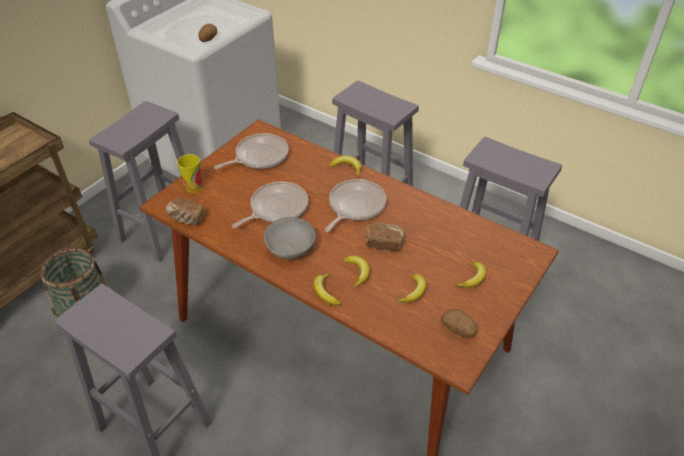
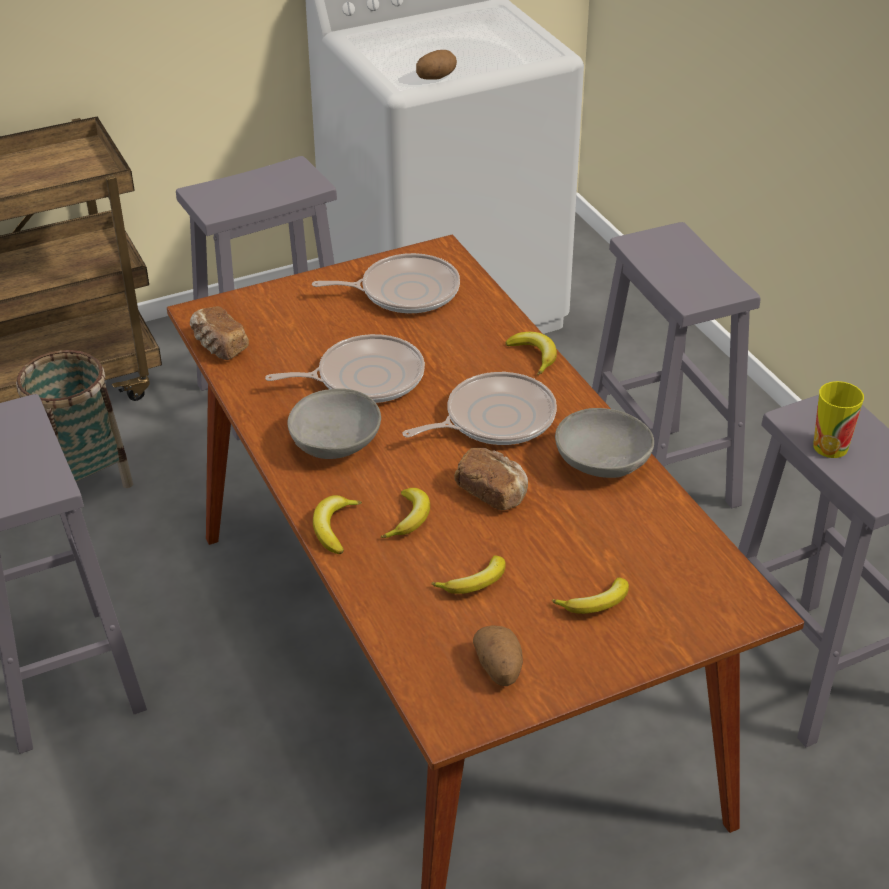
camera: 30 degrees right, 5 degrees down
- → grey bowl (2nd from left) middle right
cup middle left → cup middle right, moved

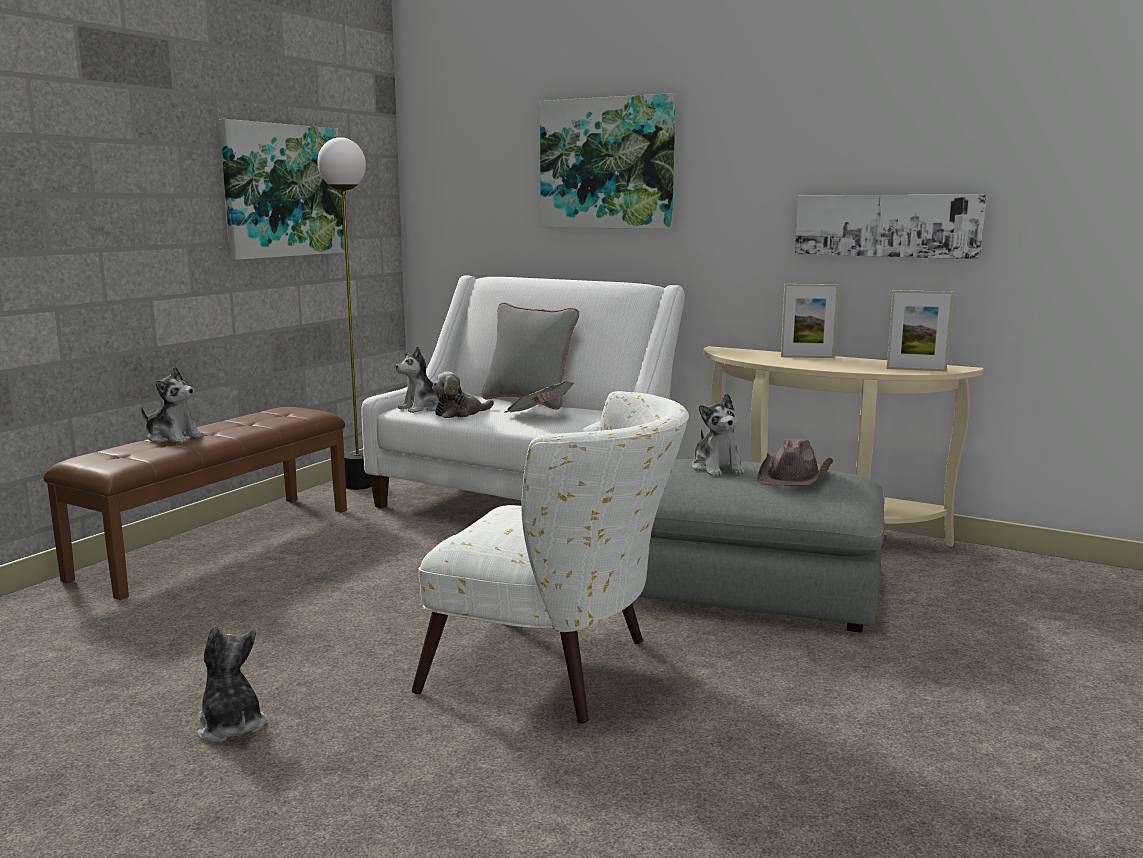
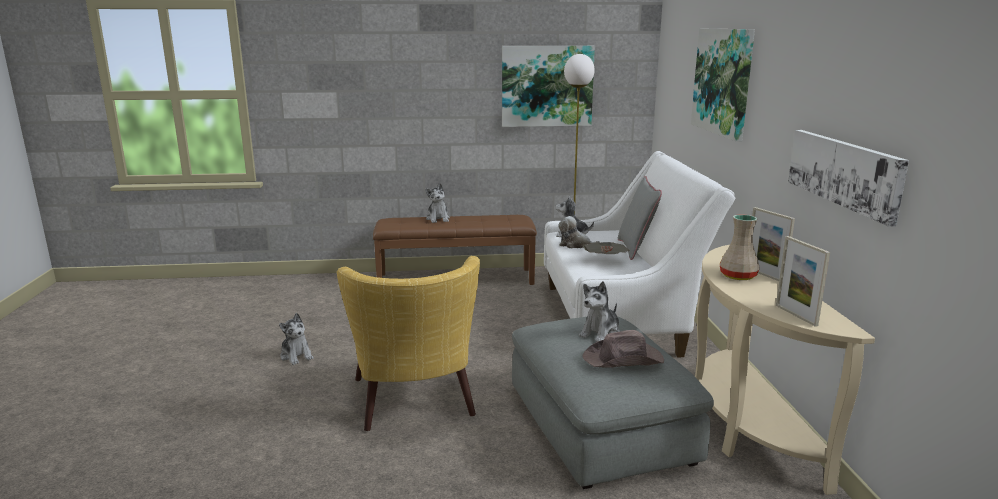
camera: 55 degrees right, 5 degrees up
plush toy (2nd from left in the first image) bottom left → plush toy (1st from left) bottom left, 120 degrees clockwise
white armchair centre → yellow armchair bottom centre
- → beige vase middle right

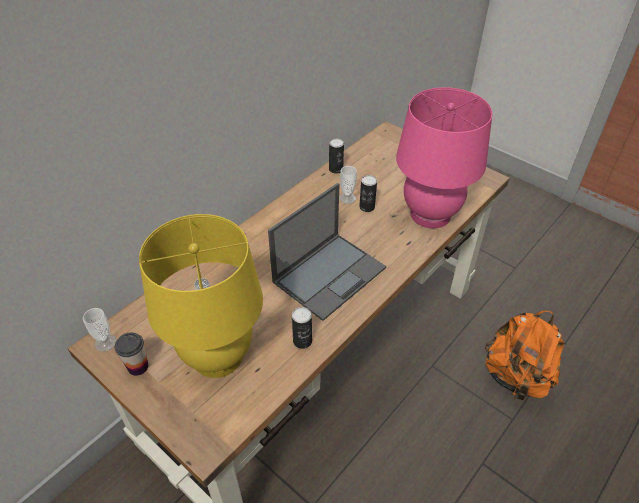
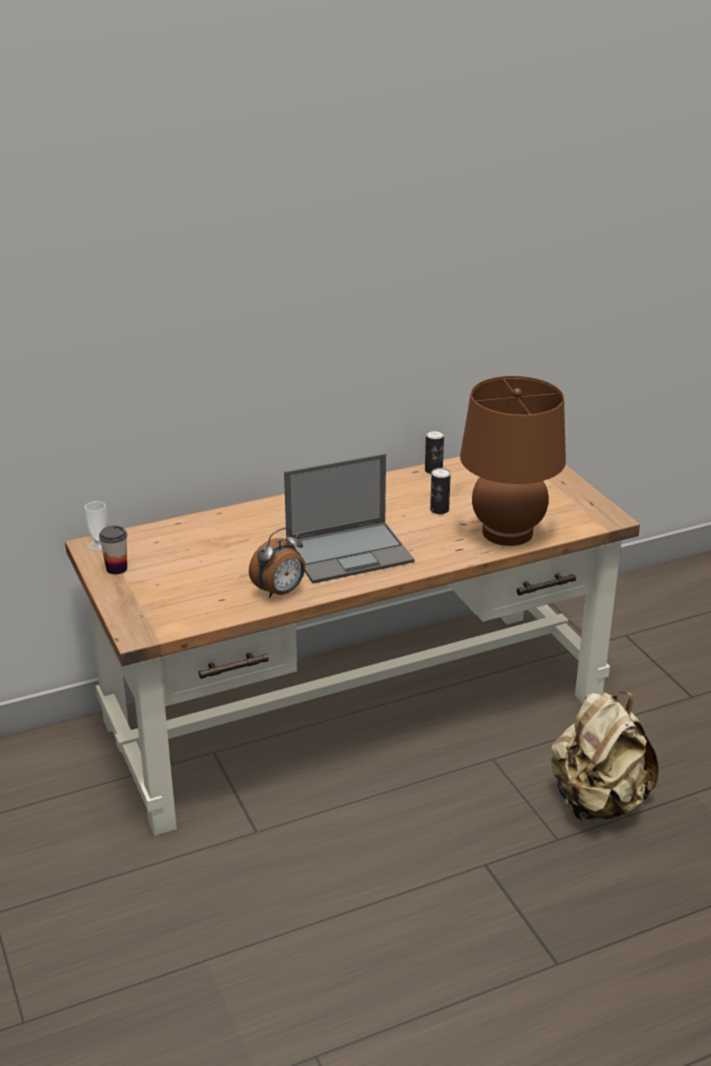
camera: 25 degrees right, 15 degrees down
can (1st from left) centre → alarm clock centre
pink table lamp top right → brown table lamp middle right
orange backpack bottom right → beige backpack bottom right
yellow table lamp middle left → -
cup (3rd from left) centre → -

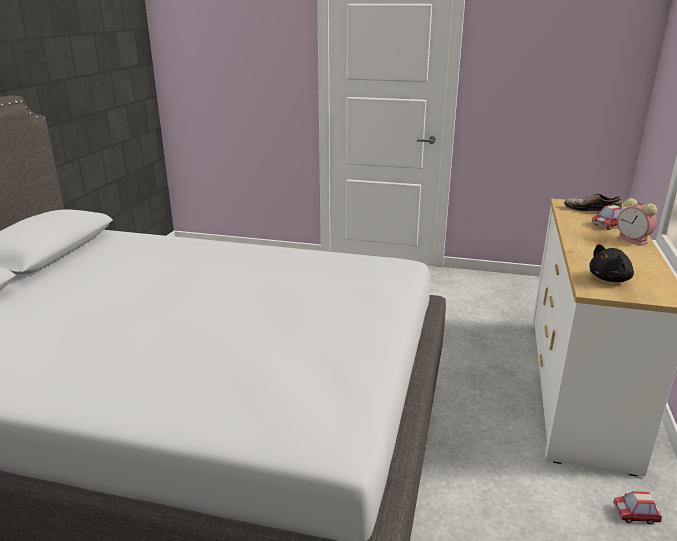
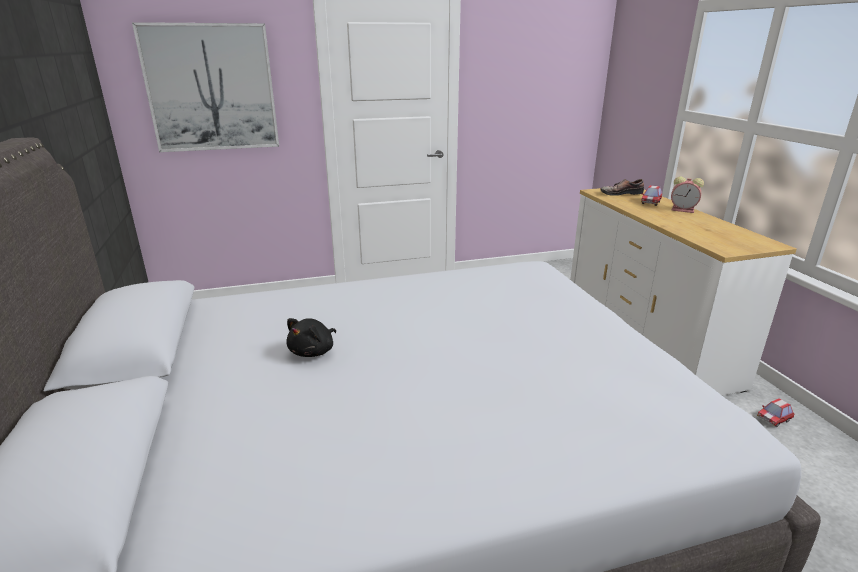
camera: 30 degrees left, 0 degrees up
- → picture top left
black plush toy middle right → black plush toy centre, moved

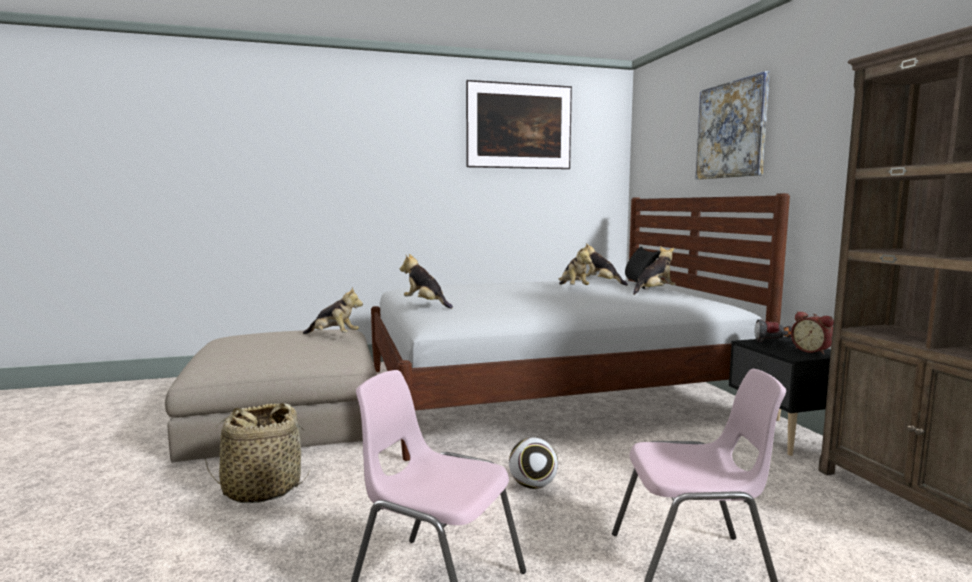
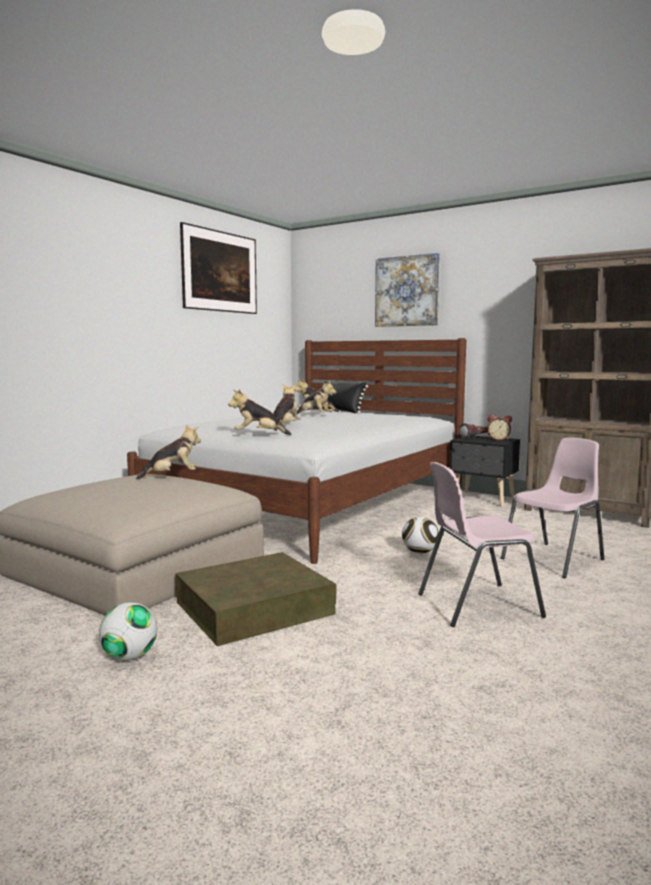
camera: 40 degrees left, 0 degrees up
- → football (1st from left) bottom left
basket bottom left → brown storage box bottom centre
plush toy (5th from left in the first image) middle right → plush toy (3rd from left) centre, moved

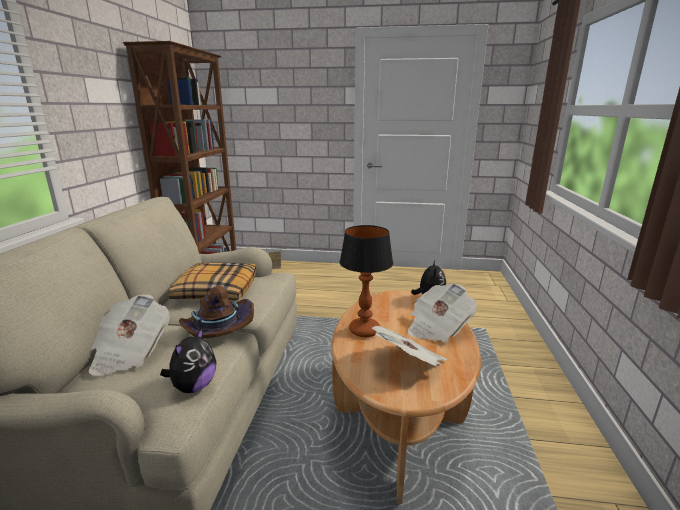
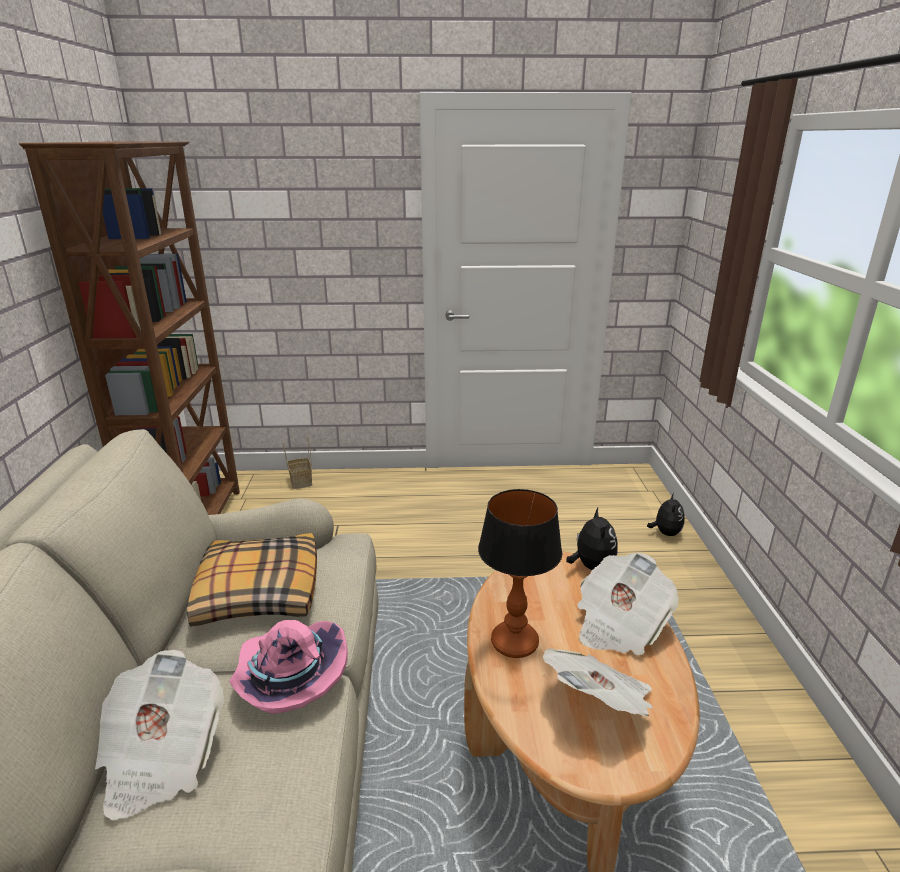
camera: 10 degrees left, 5 degrees up
brown hat middle left → pink hat bottom left
plush toy (1st from left in the first image) bottom left → plush toy (2nd from left) middle right, moved

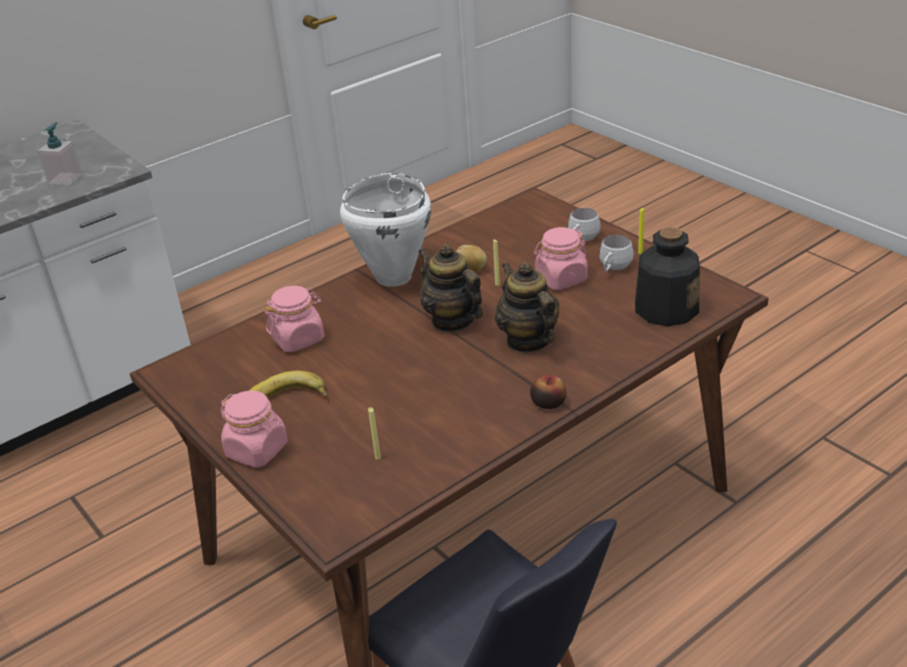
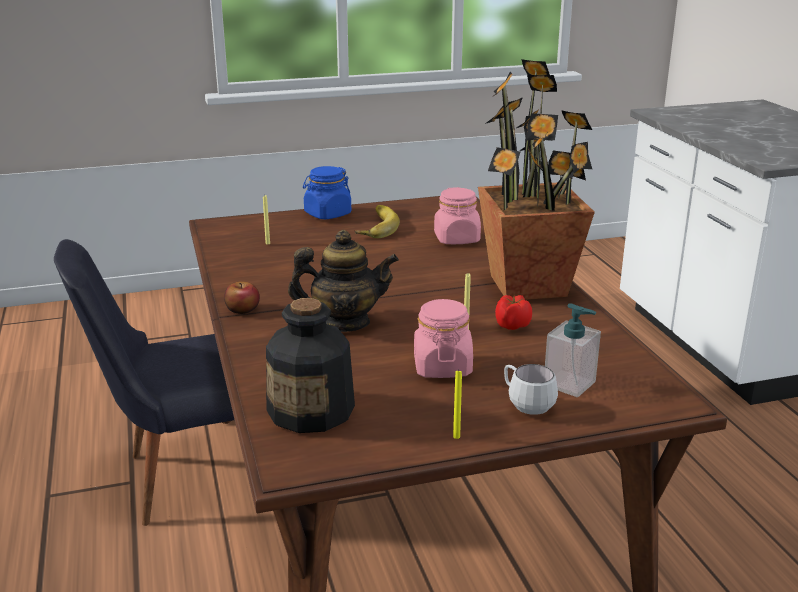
camera: 110 degrees right, 10 degrees down
pink jar (1st from left) middle left → blue jar top centre
white cooking pot centre → potted plant top right
potato centre → tomato centre
soap dispenser top left → soap dispenser middle right, moved
teapot (1st from left) centre → -
white mug (2nd from left) middle right → -

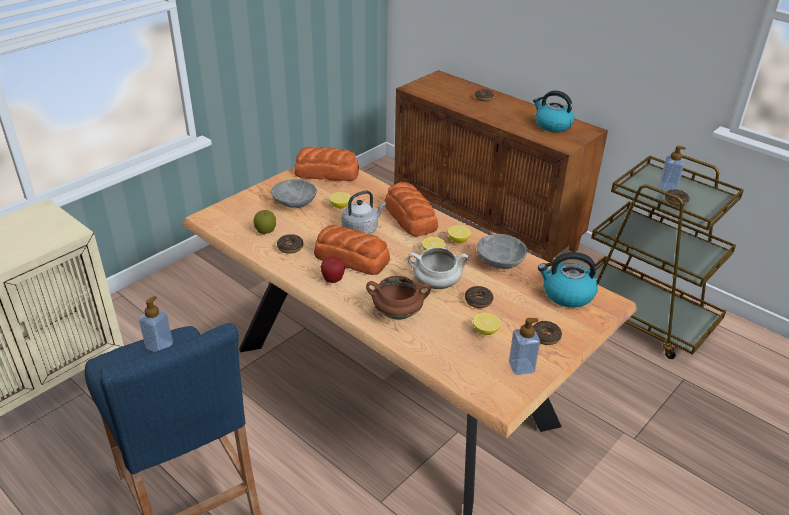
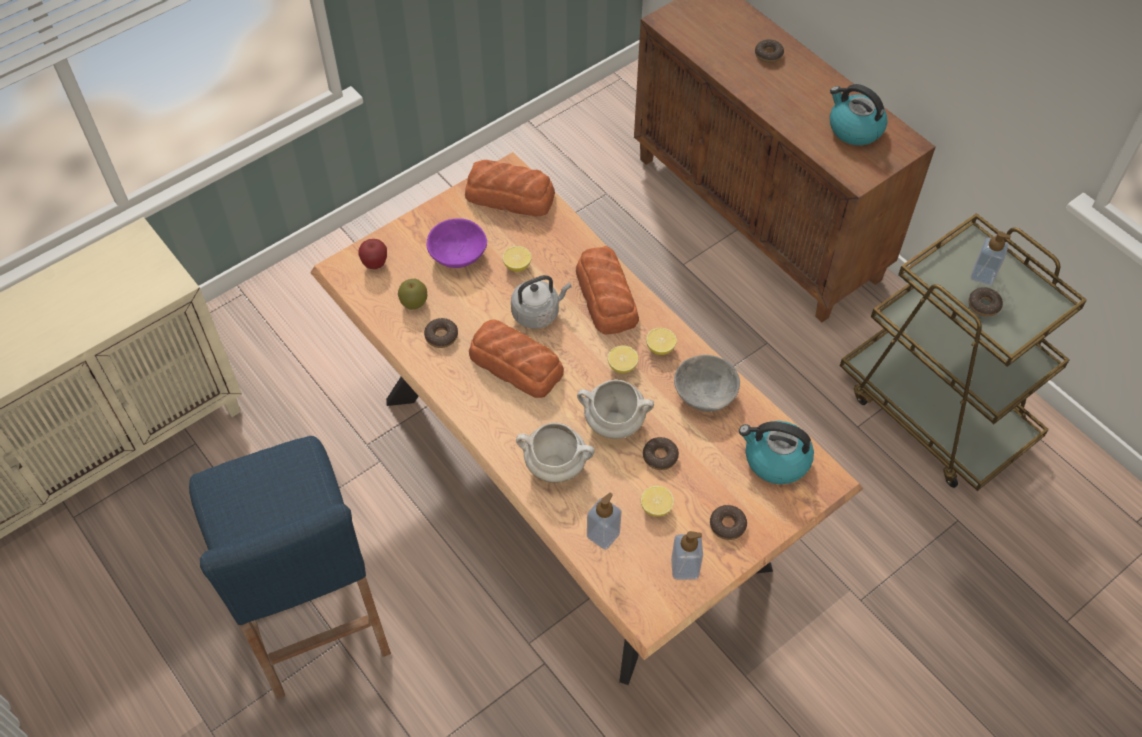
camera: 10 degrees right, 20 degrees up
apple (2nd from left in the first image) centre → apple (1st from left) middle left, moved
grey bowl (1st from left) centre → purple bowl top centre
brown cooking pot centre → white cooking pot (1st from left) centre
soap dispenser (1st from left) middle left → soap dispenser (1st from left) bottom centre, moved

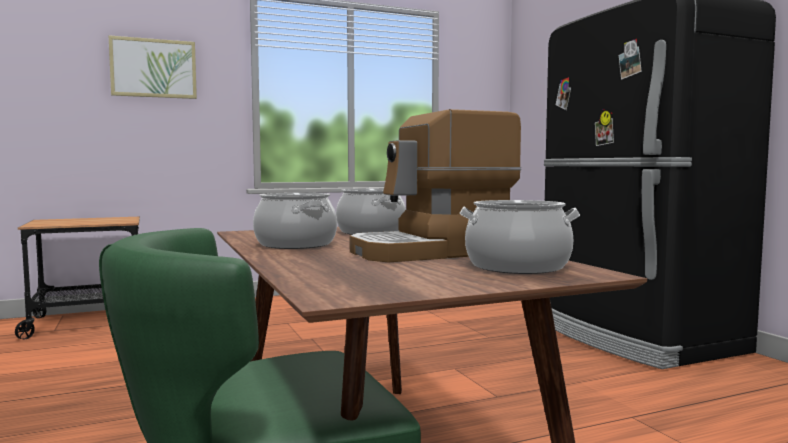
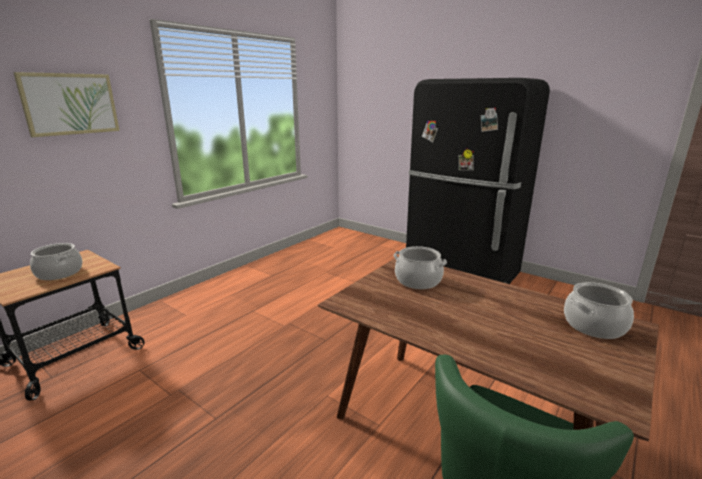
camera: 30 degrees left, 15 degrees up
cooking pot (1st from left) centre → cooking pot (1st from left) middle left, moved
coffee machine centre → -

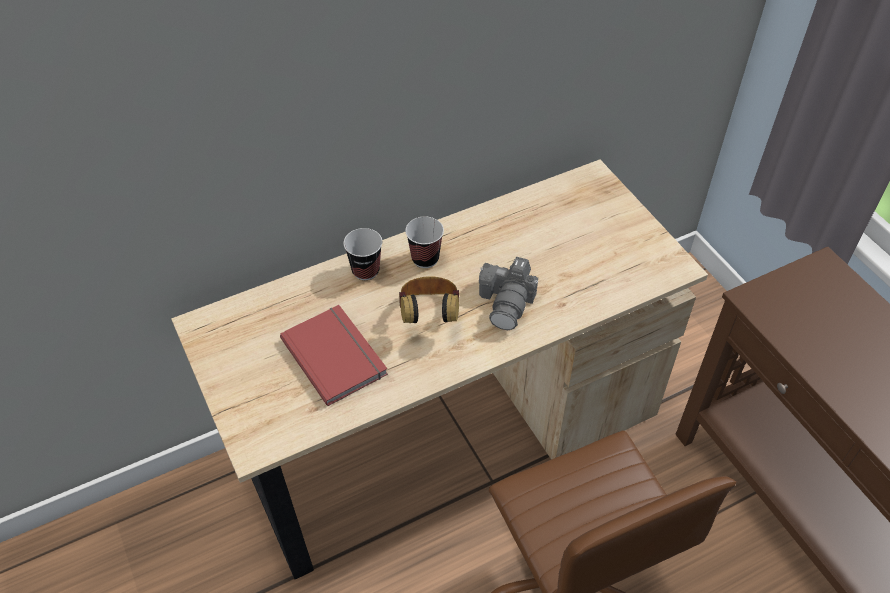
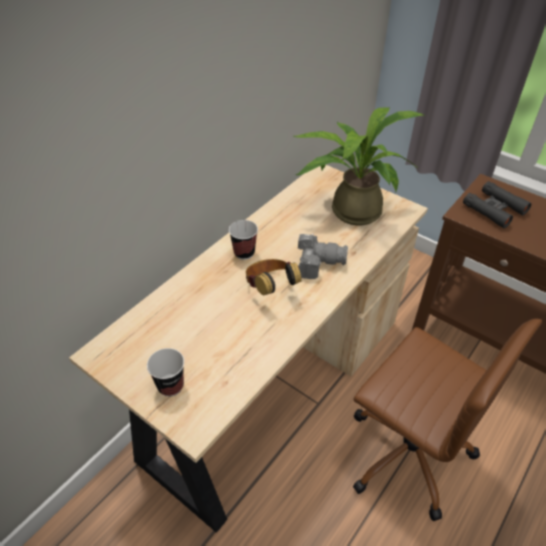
camera: 25 degrees left, 5 degrees down
cup (1st from left) centre → cup (1st from left) bottom left, moved
- → potted plant top centre
photo camera centre, 75 degrees counterclockwise
- → black binoculars middle right
red book centre → -

